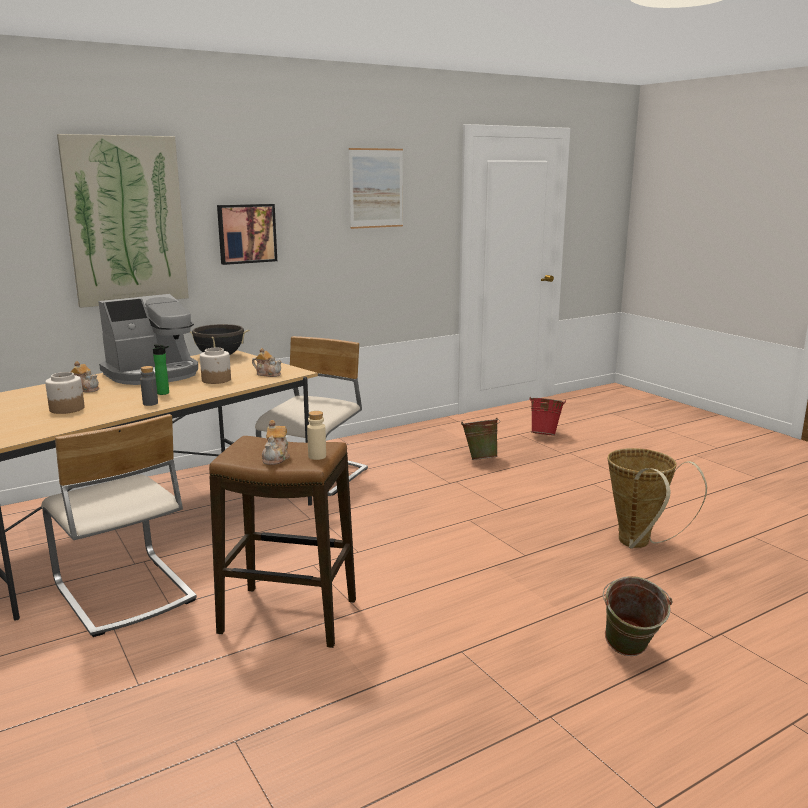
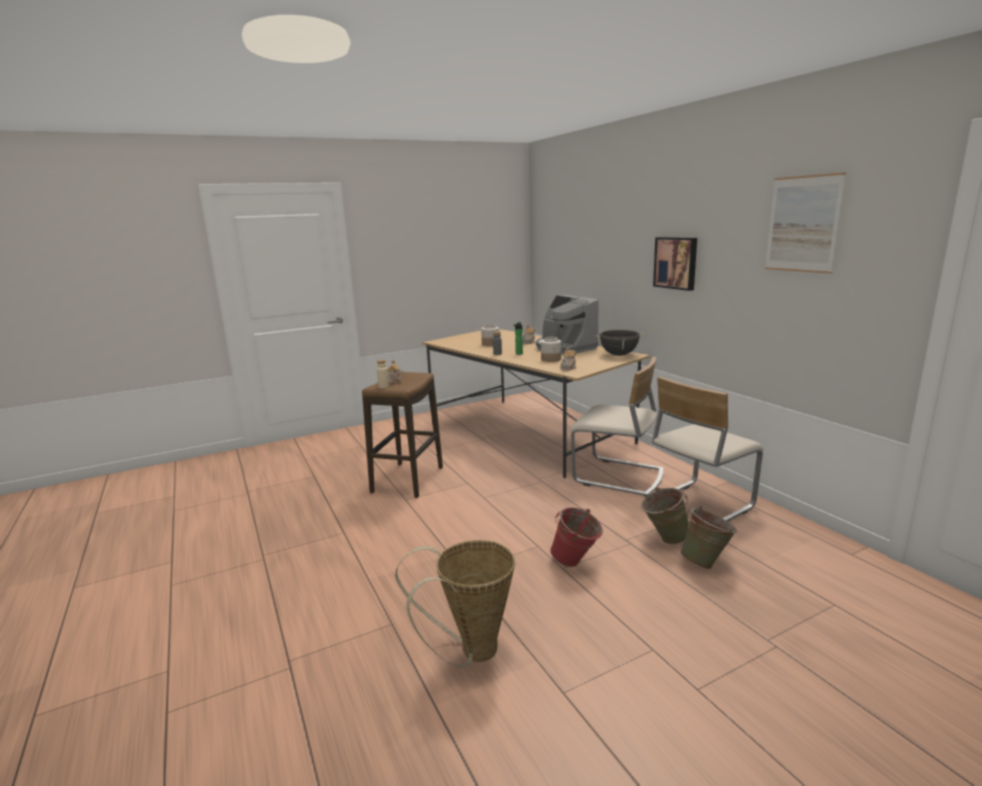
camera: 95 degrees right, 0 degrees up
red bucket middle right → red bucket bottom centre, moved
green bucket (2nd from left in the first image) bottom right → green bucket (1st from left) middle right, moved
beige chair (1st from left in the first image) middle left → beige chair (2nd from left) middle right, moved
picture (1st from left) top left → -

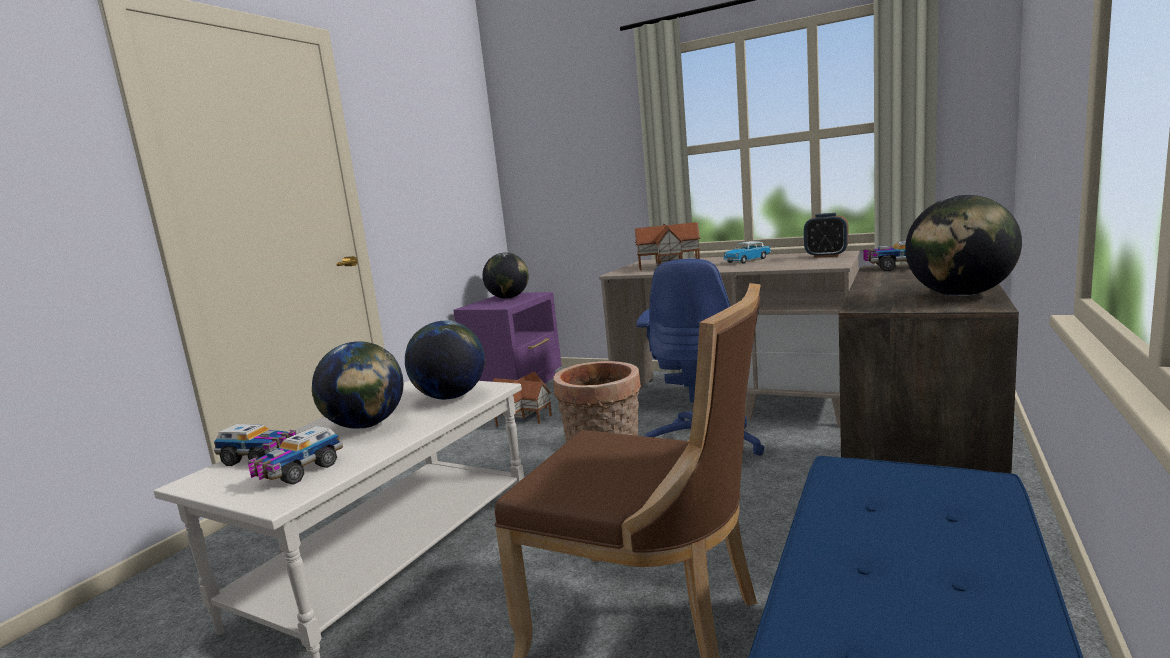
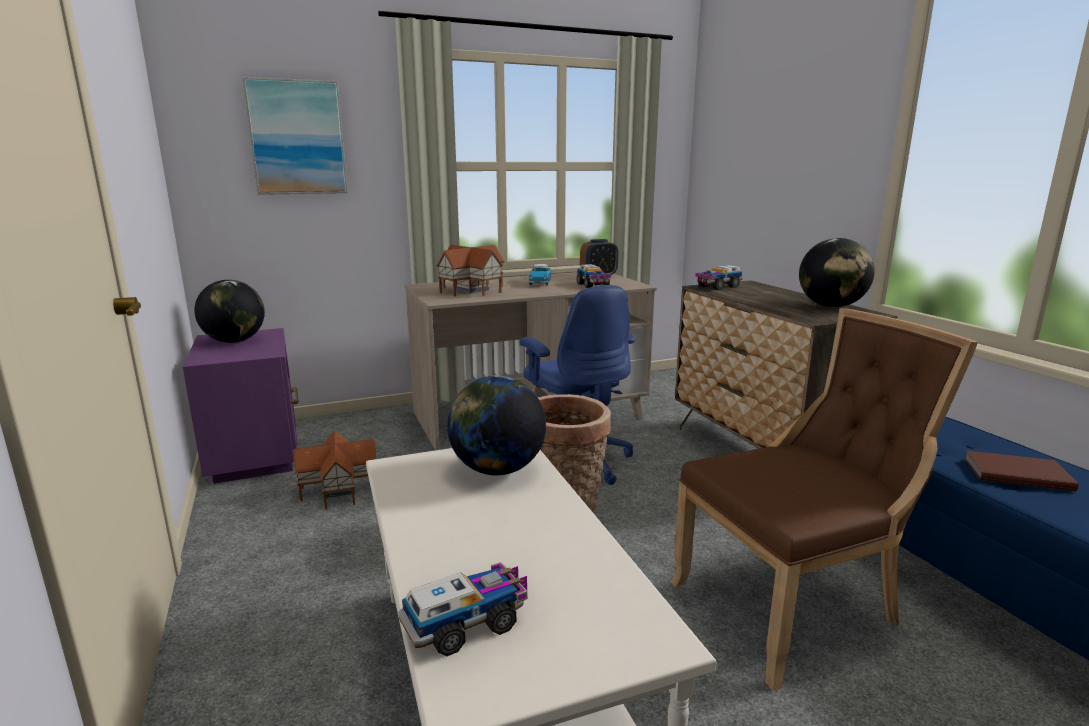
camera: 50 degrees left, 5 degrees up
- → picture top left
toy truck (2nd from left) bottom left → toy truck (2nd from left) centre, moved
- → brown book middle right
globe (1st from left) middle left → -

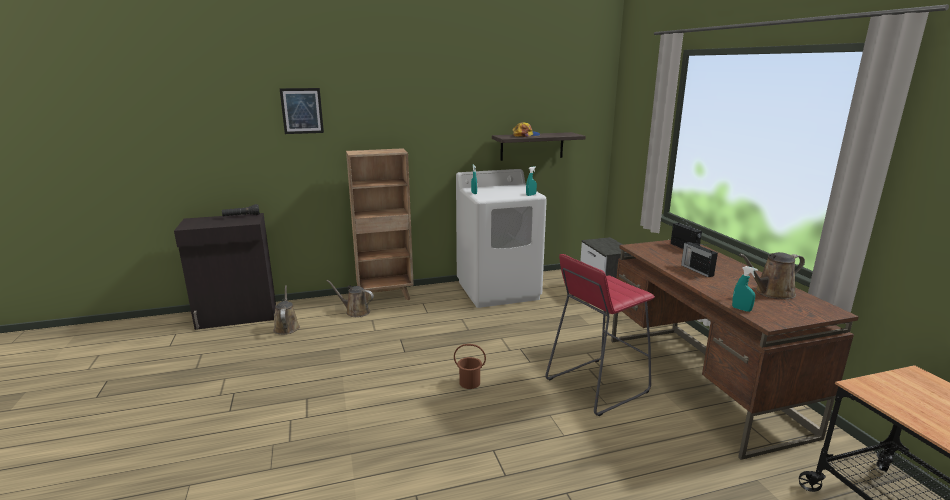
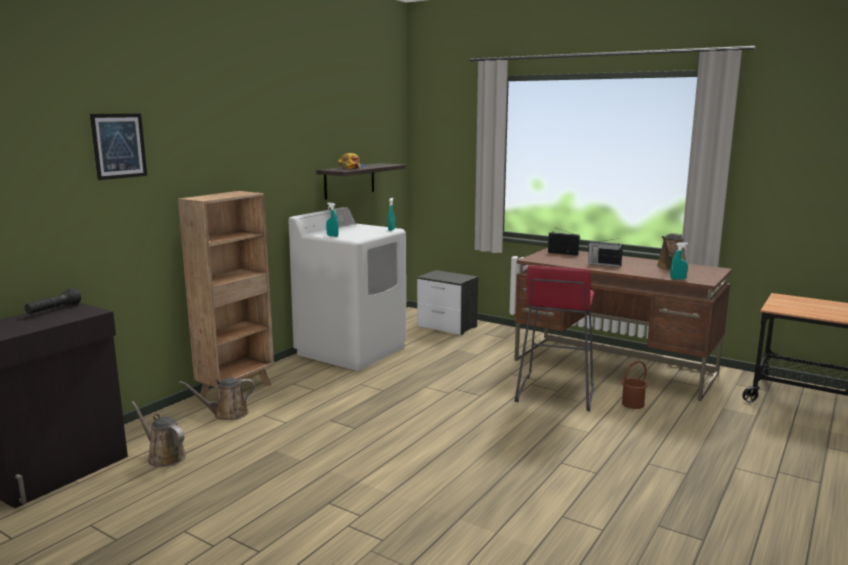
camera: 40 degrees left, 5 degrees down
brown bucket bottom centre → brown bucket bottom right, moved

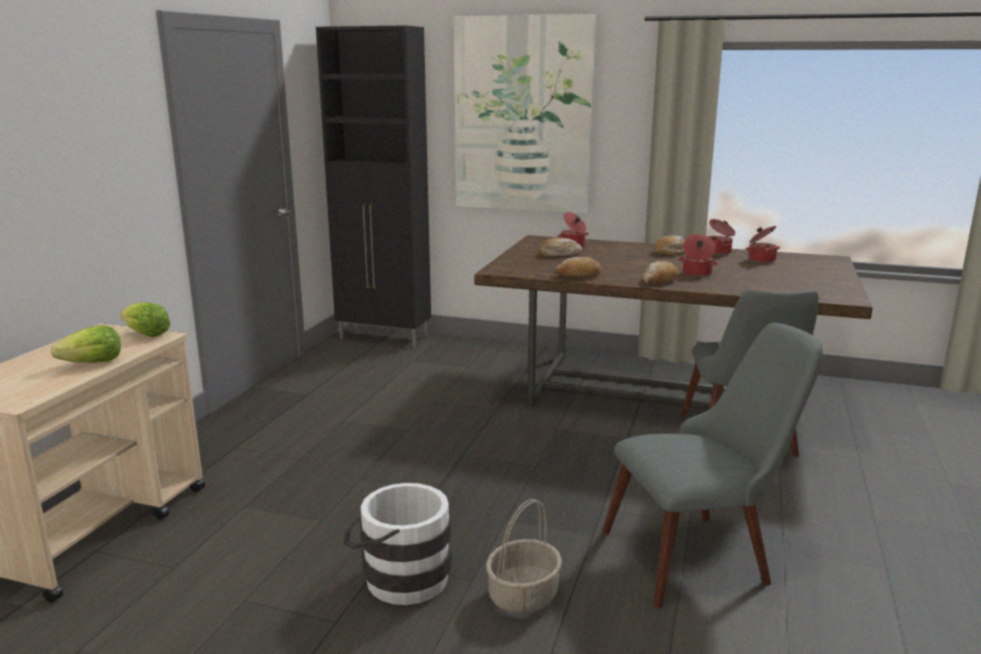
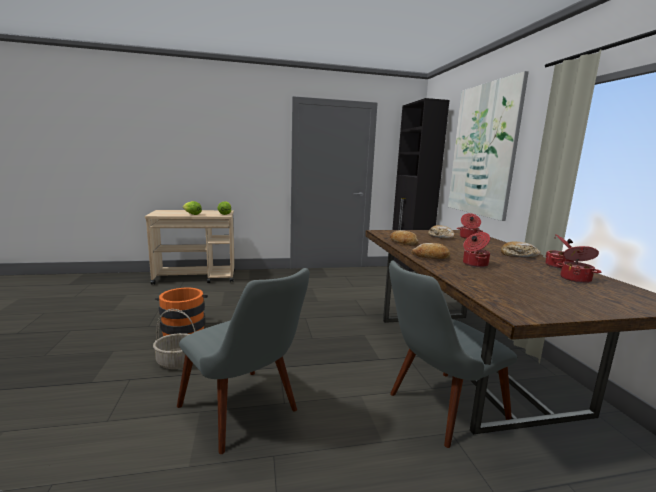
camera: 60 degrees right, 5 degrees down
white bucket bottom centre → orange bucket middle left

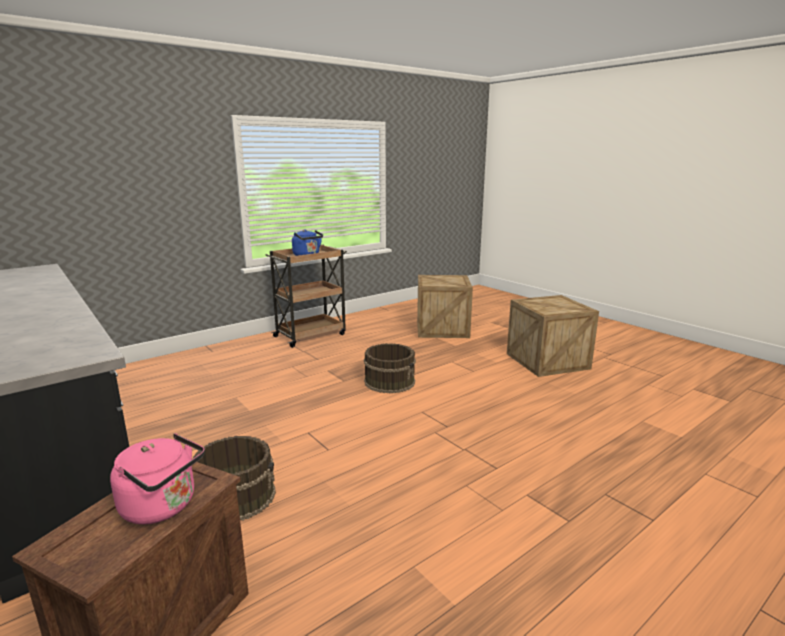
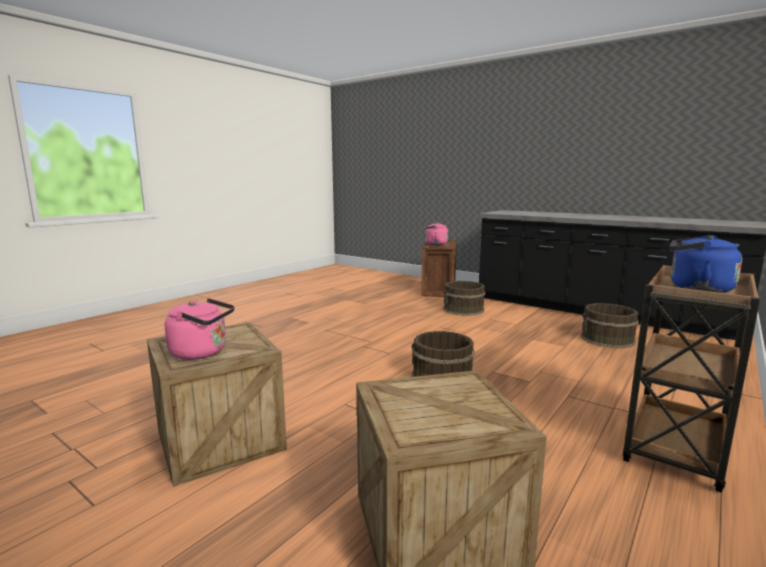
camera: 165 degrees right, 5 degrees down
- → pink kettle (1st from left) middle left
- → brown bucket (3rd from left) middle right

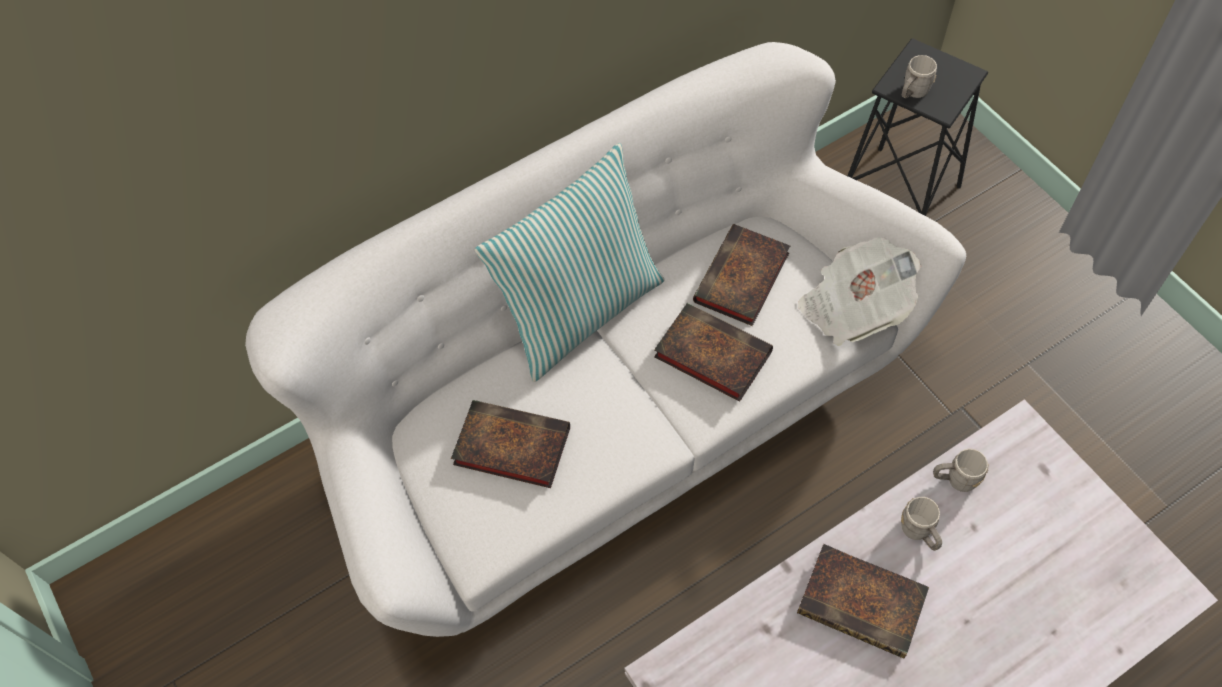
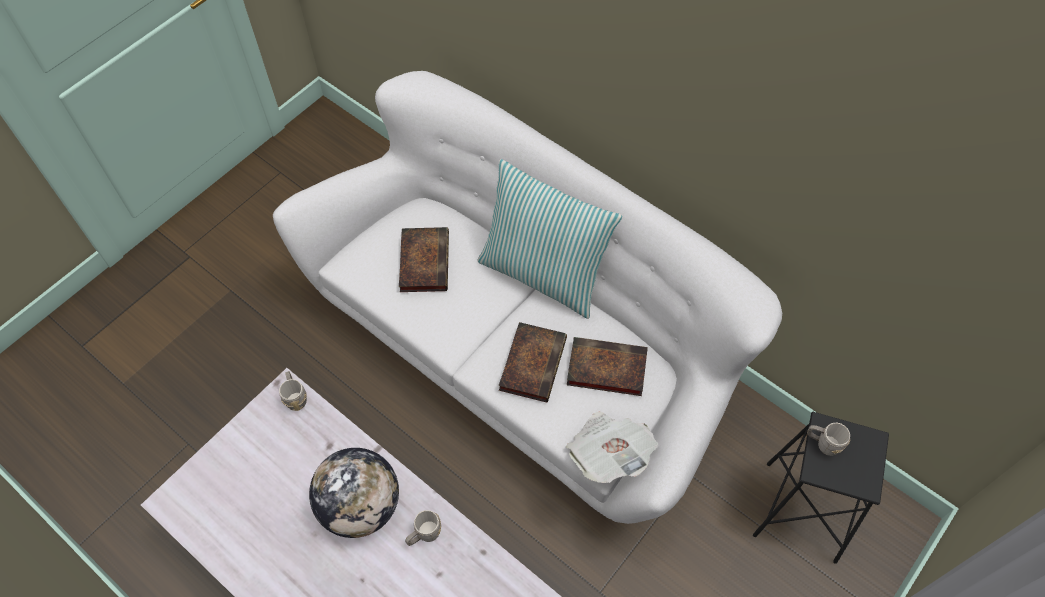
camera: 70 degrees right, 0 degrees up
grey mug (3rd from left in the first image) bottom right → grey mug (1st from left) middle left, moved
book (4th from left) bottom right → globe bottom centre

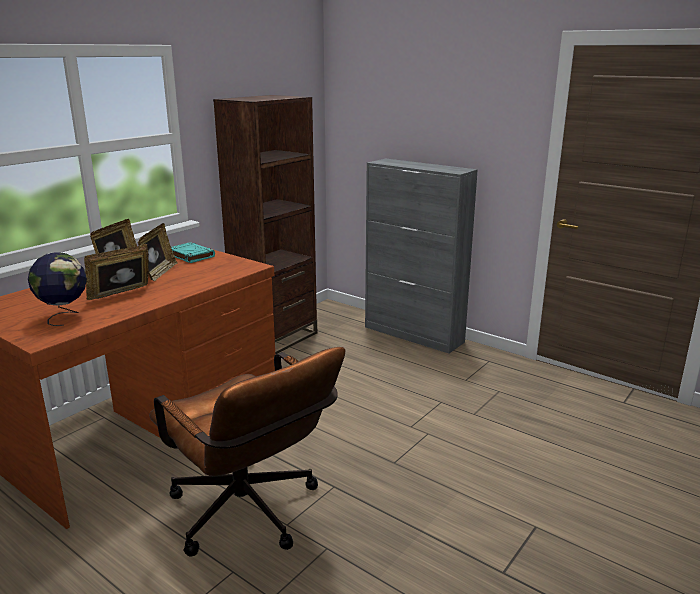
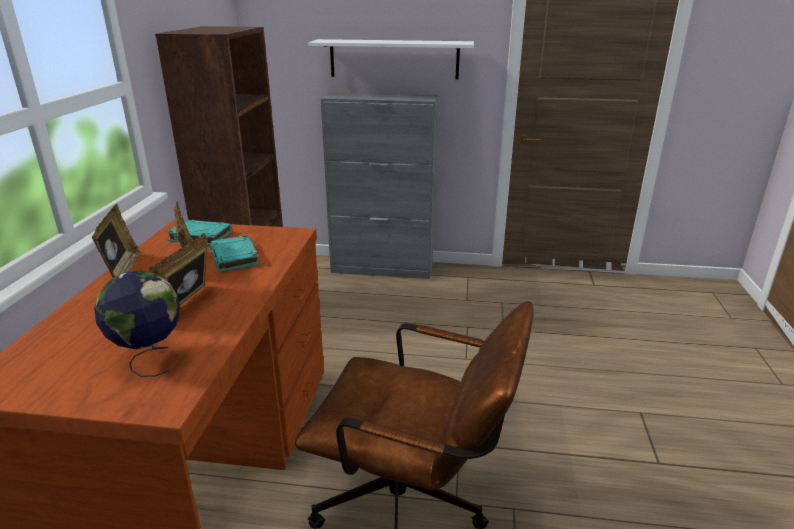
camera: 30 degrees left, 5 degrees up
- → turquoise book (2nd from left) middle left
- → white shelf top centre

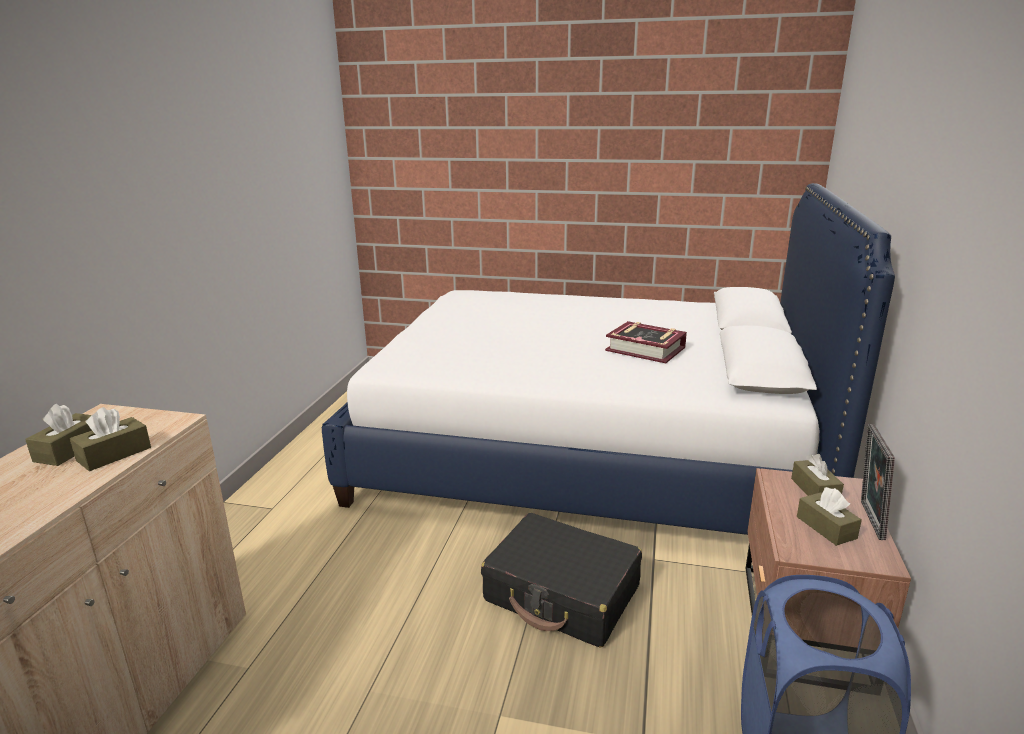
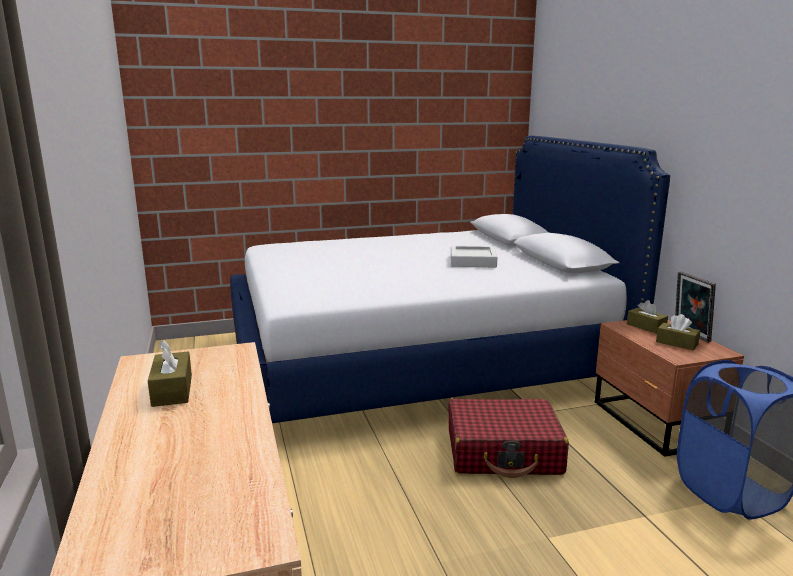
camera: 30 degrees left, 5 degrees down
black suitcase bottom centre → red suitcase bottom centre
book centre → grey tray centre
brown tissue box (2nd from left) middle left → -

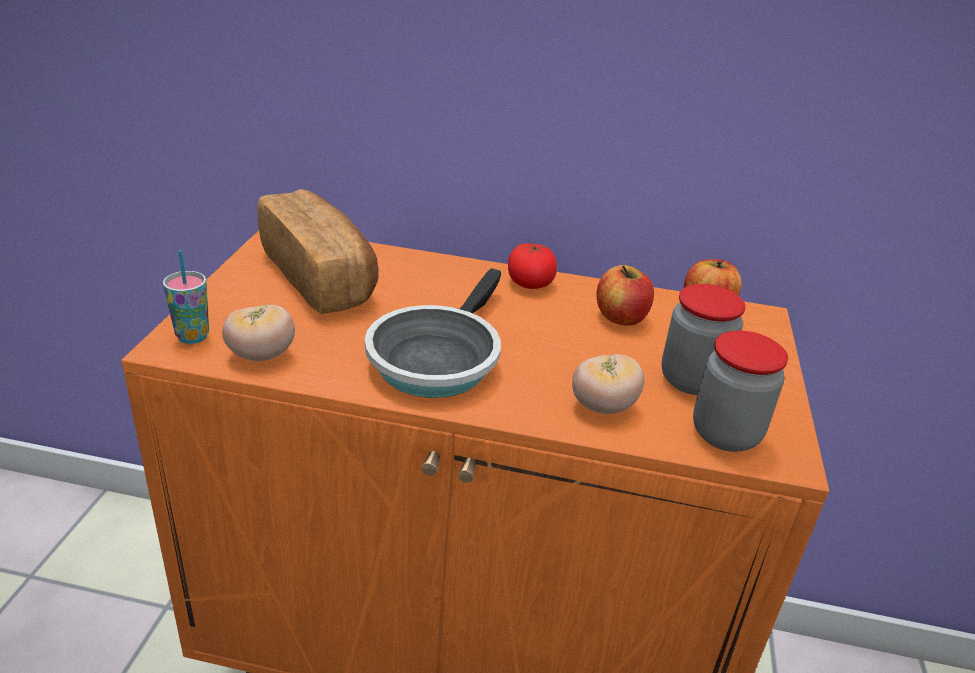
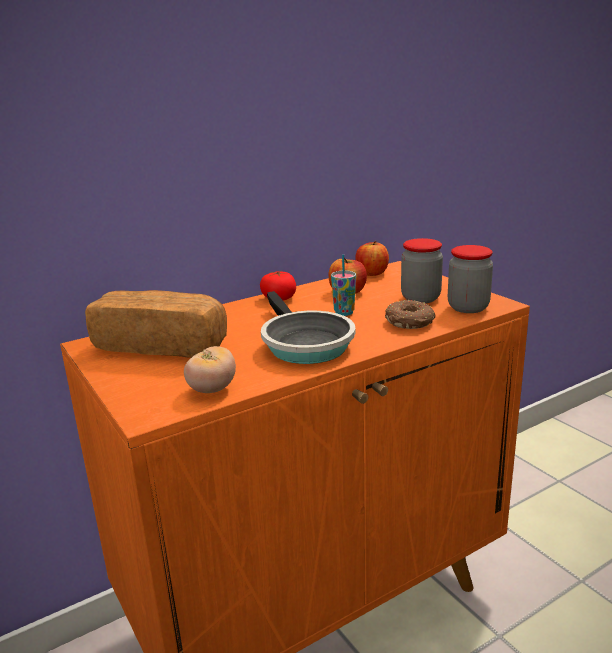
camera: 40 degrees left, 10 degrees down
cup middle left → cup centre, moved
tomato (3rd from left) centre → donut middle right

